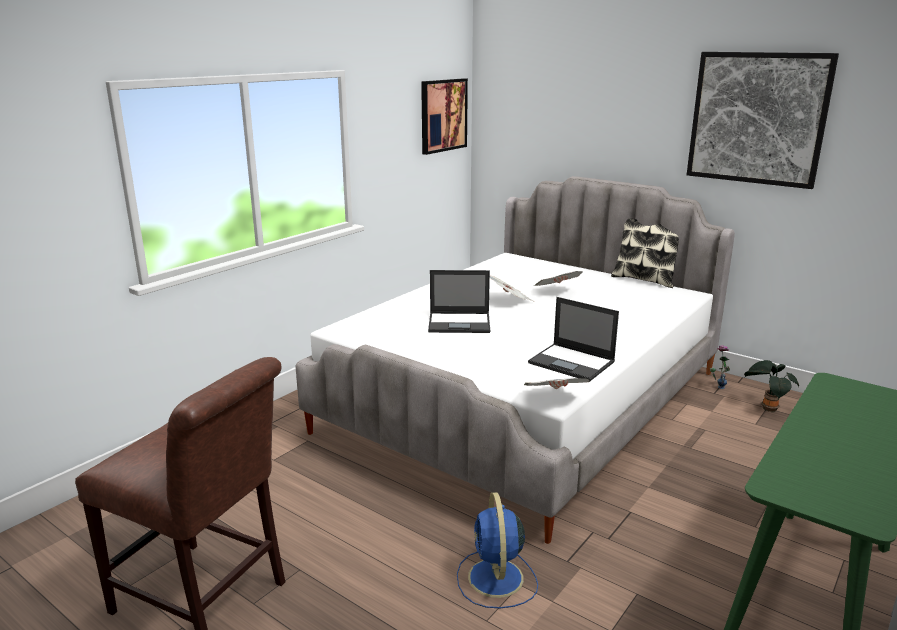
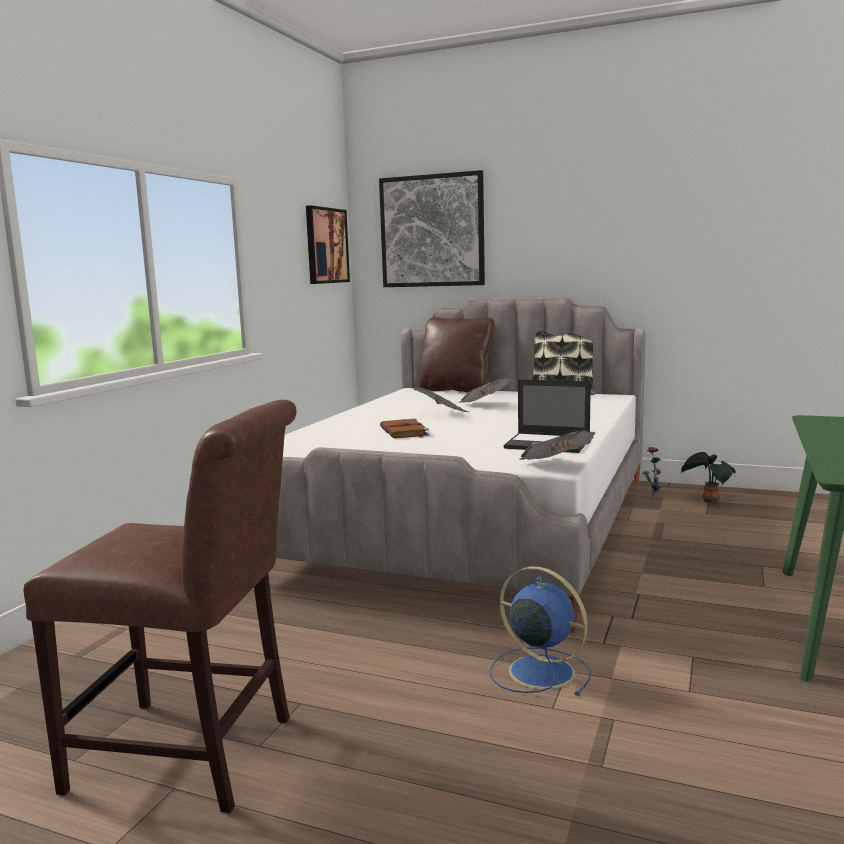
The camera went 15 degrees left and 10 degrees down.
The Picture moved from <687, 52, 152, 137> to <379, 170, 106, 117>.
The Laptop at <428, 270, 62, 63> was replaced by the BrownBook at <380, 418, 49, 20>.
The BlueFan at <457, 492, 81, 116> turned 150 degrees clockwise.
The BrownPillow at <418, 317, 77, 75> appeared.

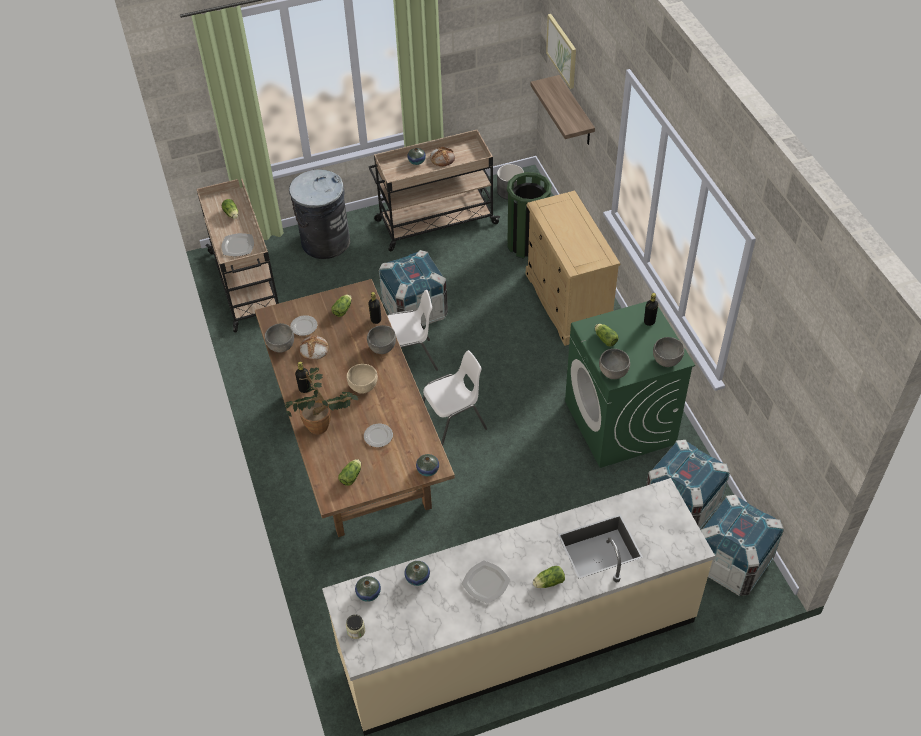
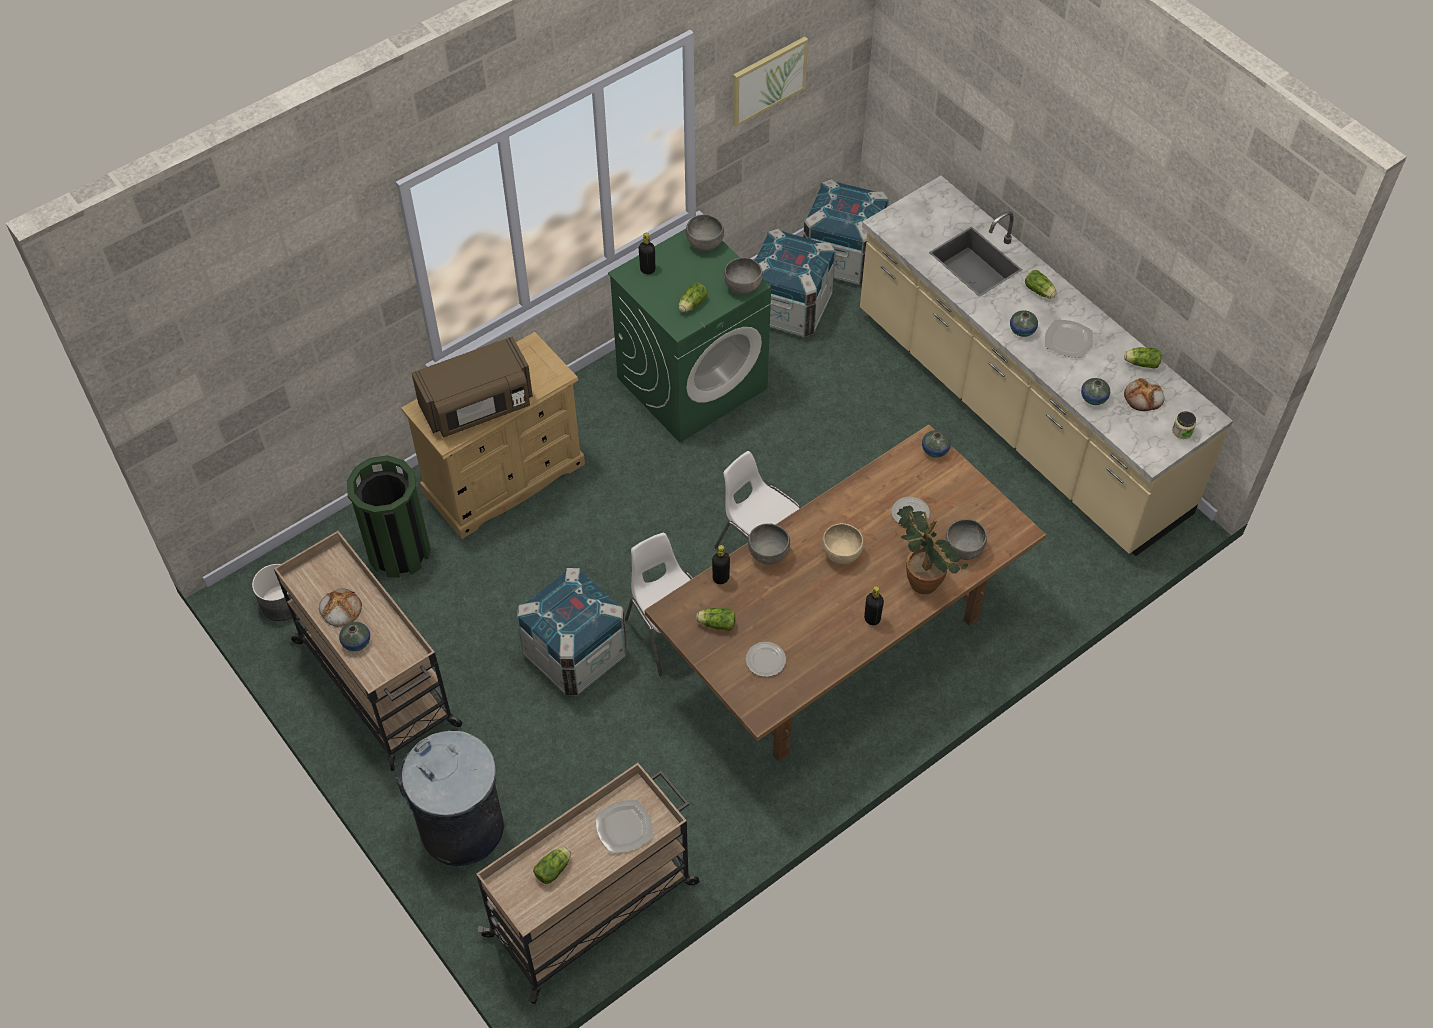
The camera went 110 degrees left and 5 degrees up.
The Picture moved from <546, 14, 30, 75> to <733, 36, 75, 91>.
The Shelf at <530, 75, 65, 70> disappeared.
The GreyBowl moved from <265, 323, 29, 30> to <946, 519, 41, 41>.
The Bread moved from <299, 335, 29, 25> to <1124, 378, 41, 33>.
The Lettuce moved from <338, 459, 23, 27> to <1124, 347, 37, 22>.
The Vase moved from <355, 576, 26, 26> to <1010, 310, 28, 27>.
The BrownMicrowave at <412, 336, 121, 101> appeared.

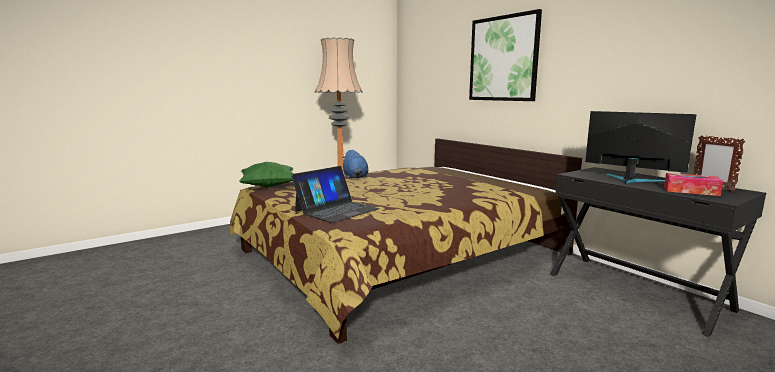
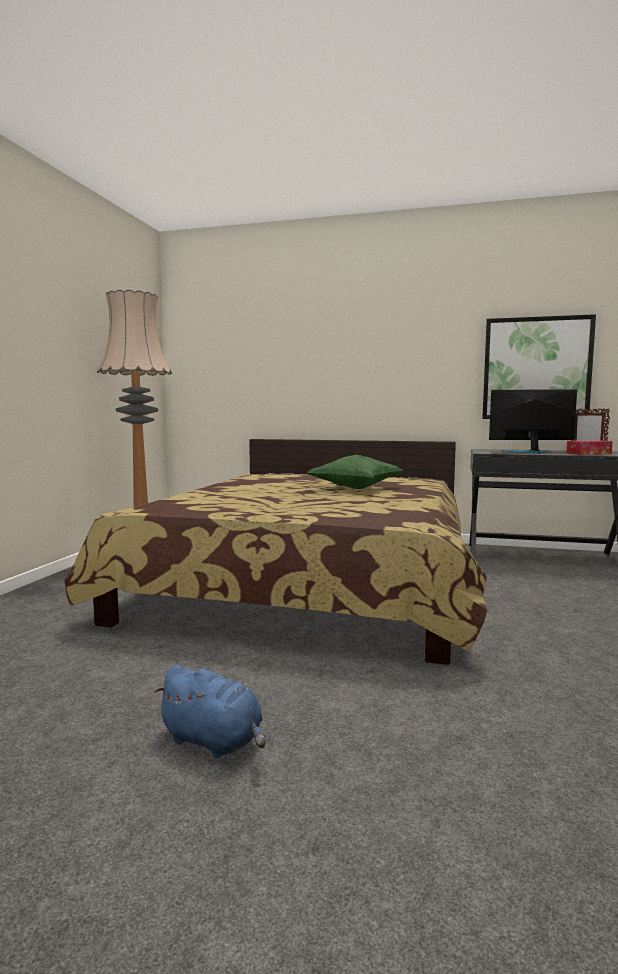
The camera went 40 degrees left and 5 degrees down.
The Picture moved from <469, 9, 73, 92> to <482, 314, 114, 105>.
The BluePlushToy moved from <342, 150, 26, 29> to <154, 665, 112, 93>.
The GreenPillow moved from <239, 162, 55, 26> to <307, 455, 97, 34>.
The Laptop at <291, 166, 88, 57> disappeared.

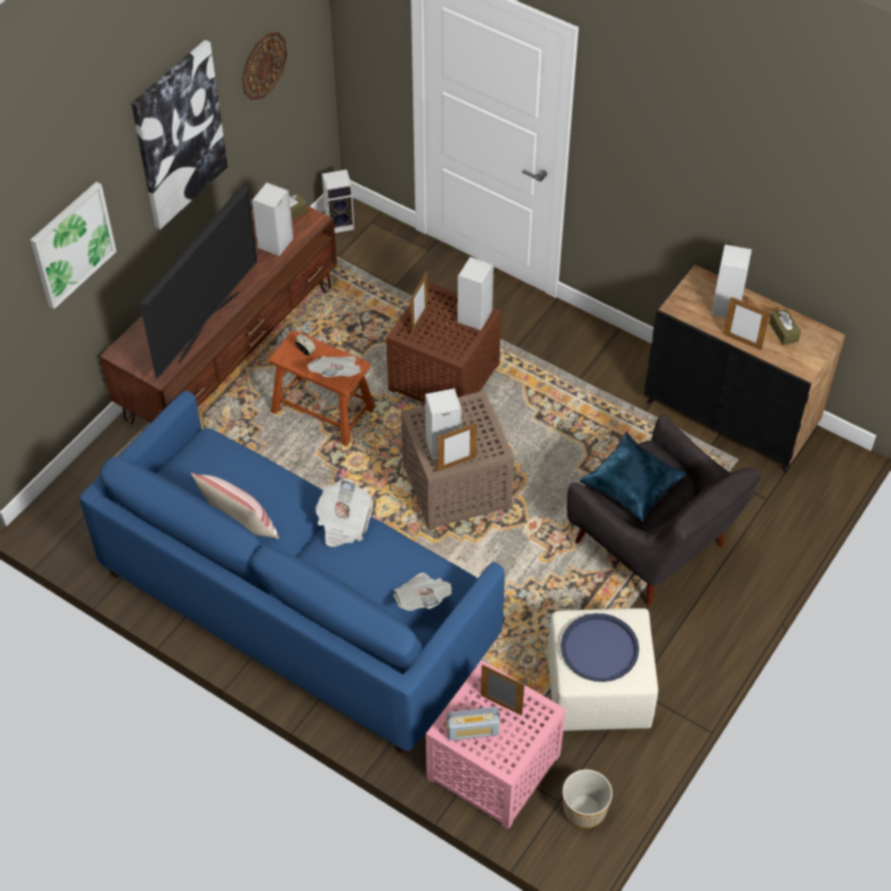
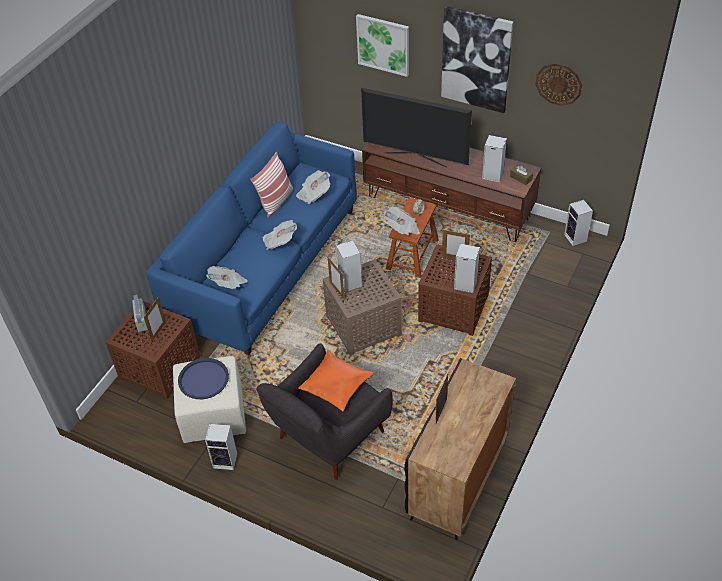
The camera went 85 degrees right and 5 degrees down.
The Speaker moved from <711, 244, 41, 73> to <205, 424, 32, 46>.
The BrownTissueBox at <769, 309, 32, 36> disappeared.
The BluePillow at <579, 433, 108, 89> became the OrangePillow at <298, 350, 76, 62>.
The PinkSideTable at <426, 660, 140, 169> became the BrownSideTable at <105, 301, 96, 98>.
The Planter at <562, 769, 51, 59> disappeared.
The Newspaper at <296, 170, 34, 34> appeared.

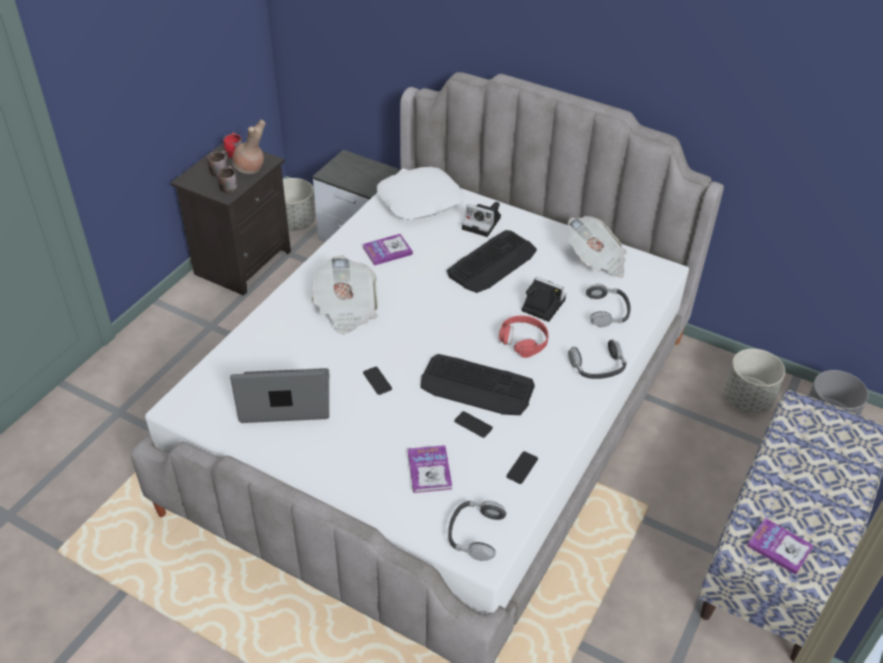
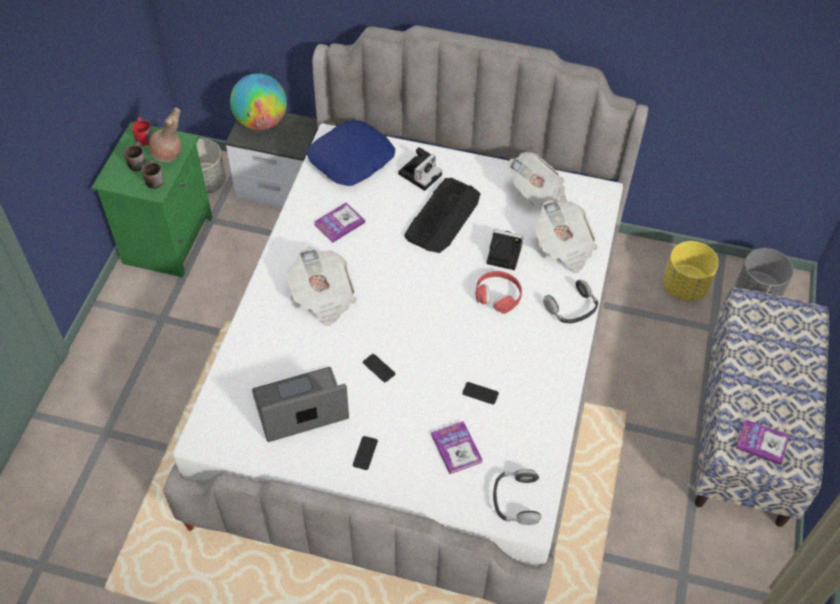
The camera went 15 degrees left and 10 degrees up.
The BlackNightstand at <170, 142, 121, 154> became the GreenNightstand at <91, 122, 121, 155>.
The WhitePillow at <377, 167, 87, 53> became the BluePillow at <306, 120, 89, 66>.
The PhotoCamera at <462, 202, 39, 35> turned 60 degrees counterclockwise.
The Headphones at <586, 283, 45, 44> was replaced by the Newspaper at <534, 199, 64, 74>.
The GreyPlanter at <724, 349, 61, 64> became the YellowPlanter at <663, 241, 56, 60>.
The Keyboard at <420, 354, 115, 61> disappeared.
The Phone moved from <506, 451, 32, 33> to <353, 436, 25, 34>.
The Globe at <230, 73, 57, 57> appeared.

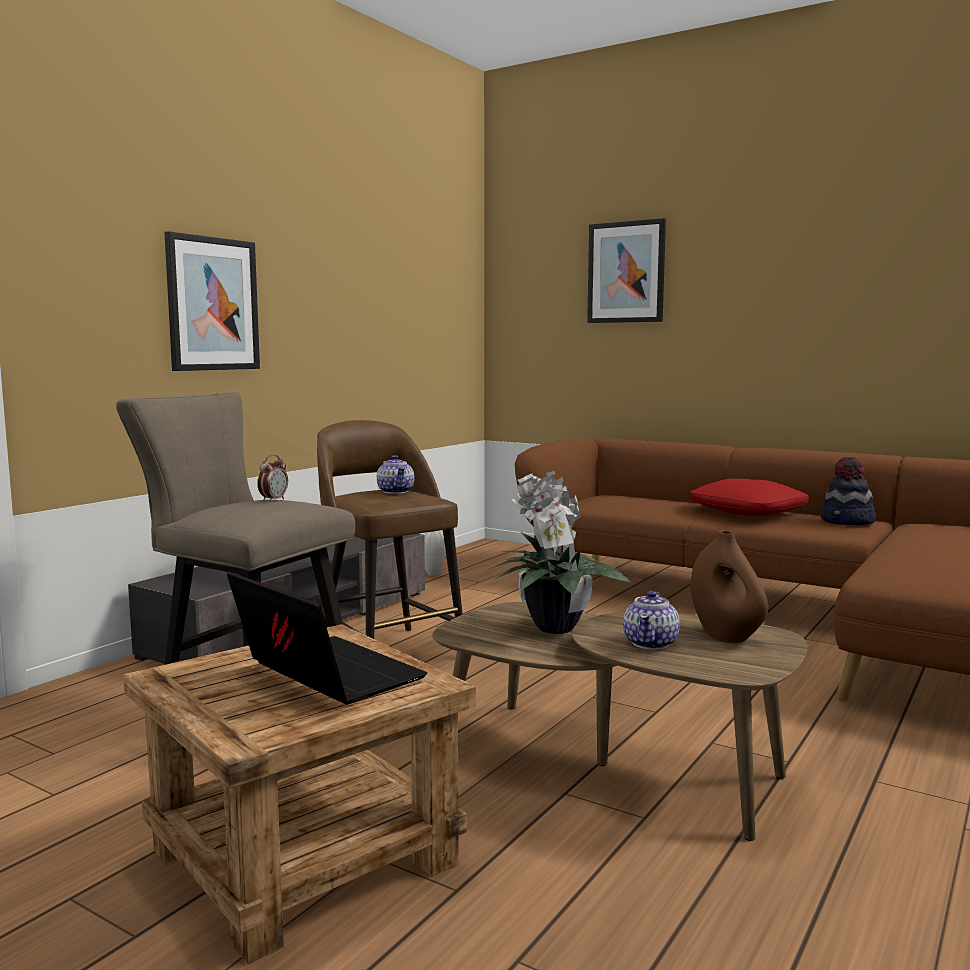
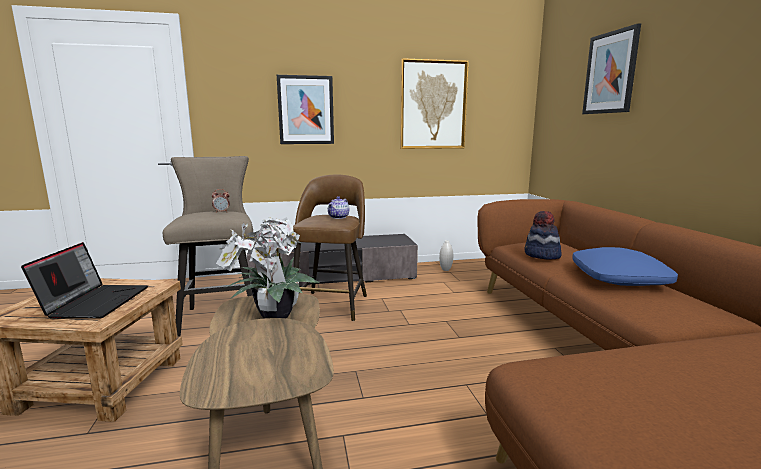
The camera went 45 degrees right and 5 degrees up.
The Hat moved from <821, 457, 55, 68> to <524, 211, 38, 48>.
The RedPillow at <691, 478, 118, 38> became the BluePillow at <572, 247, 106, 39>.
The BrownVase at <691, 530, 77, 113> disappeared.
The Teapot at <623, 591, 57, 59> disappeared.
The Picture at <400, 58, 69, 91> appeared.

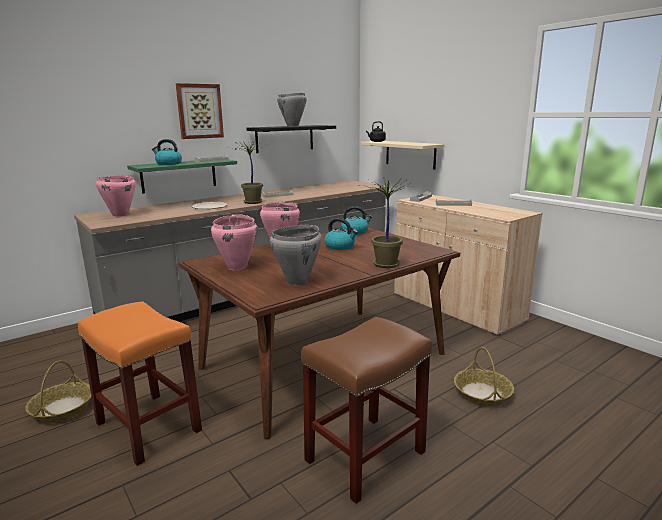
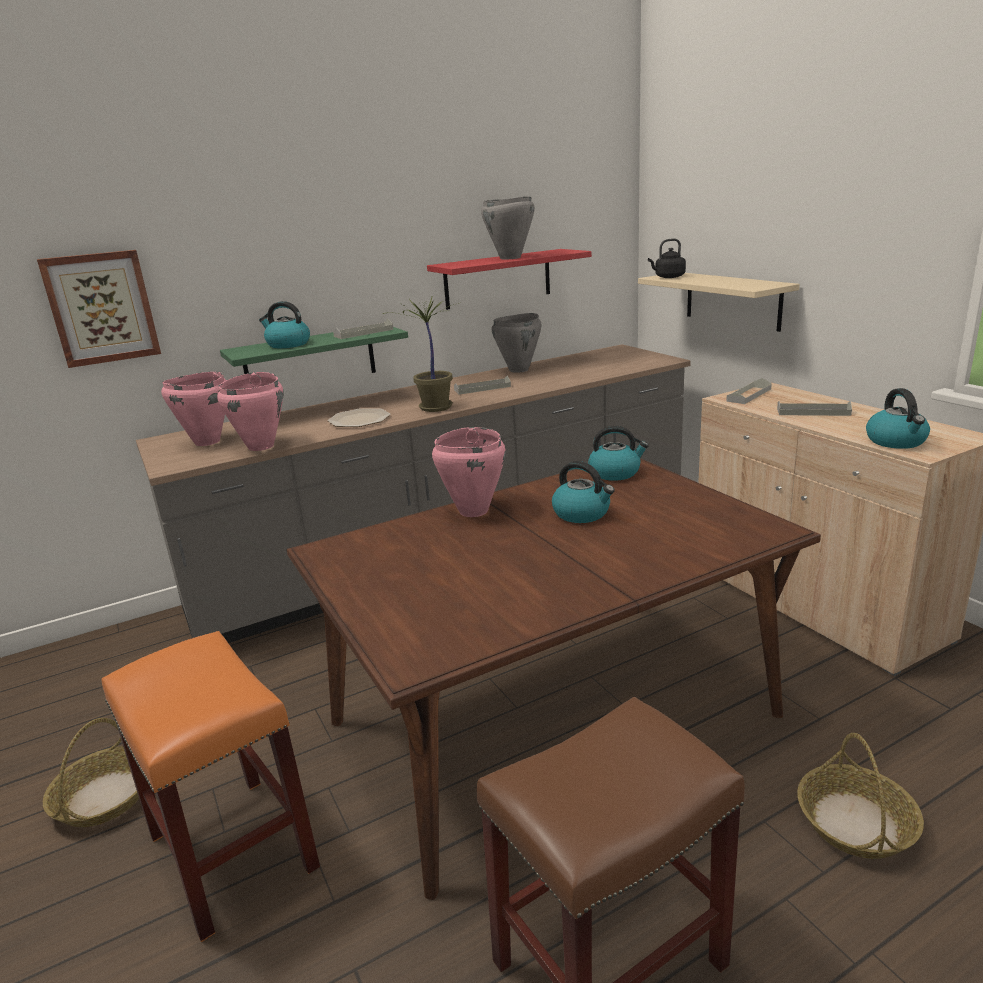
The camera went 10 degrees right and 5 degrees up.
The Picture moved from <176, 83, 48, 56> to <37, 250, 124, 118>.
The BlackShelf at <246, 125, 90, 28> became the RedShelf at <427, 249, 165, 61>.
The PottedPlant at <358, 178, 54, 90> disappeared.
The PinkCookingPot moved from <211, 214, 47, 56> to <217, 372, 66, 79>.
The GreyCookingPot moved from <270, 225, 52, 61> to <491, 313, 50, 60>.
The Kettle at <866, 388, 64, 61> appeared.

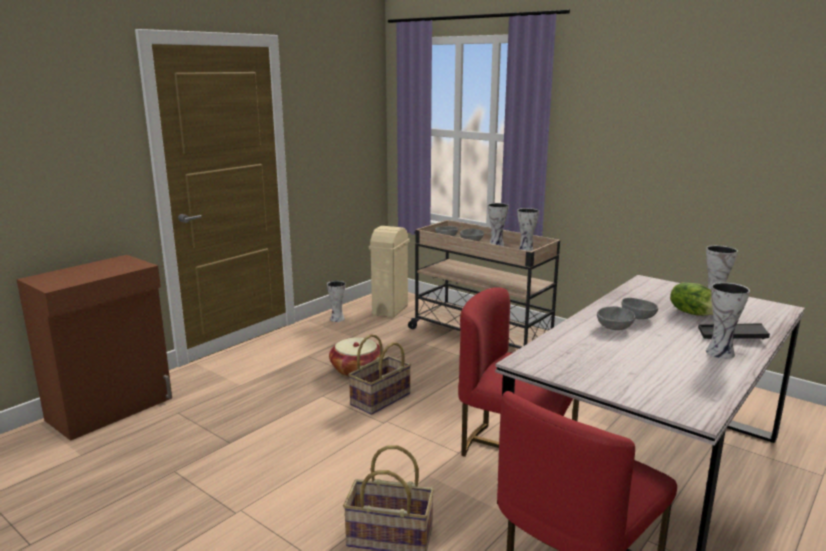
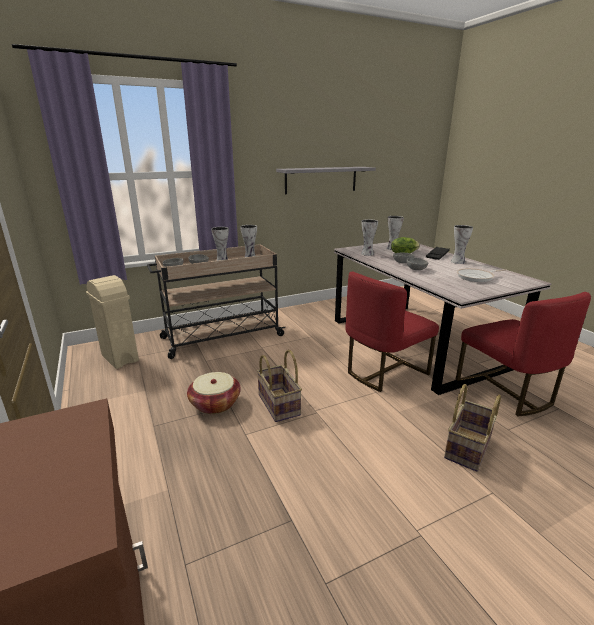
The camera went 65 degrees left and 5 degrees up.
The Vase moved from <327, 281, 19, 41> to <361, 219, 17, 37>.
The GreyShelf at <276, 167, 100, 27> appeared.
The FryingPan at <457, 268, 50, 14> appeared.

